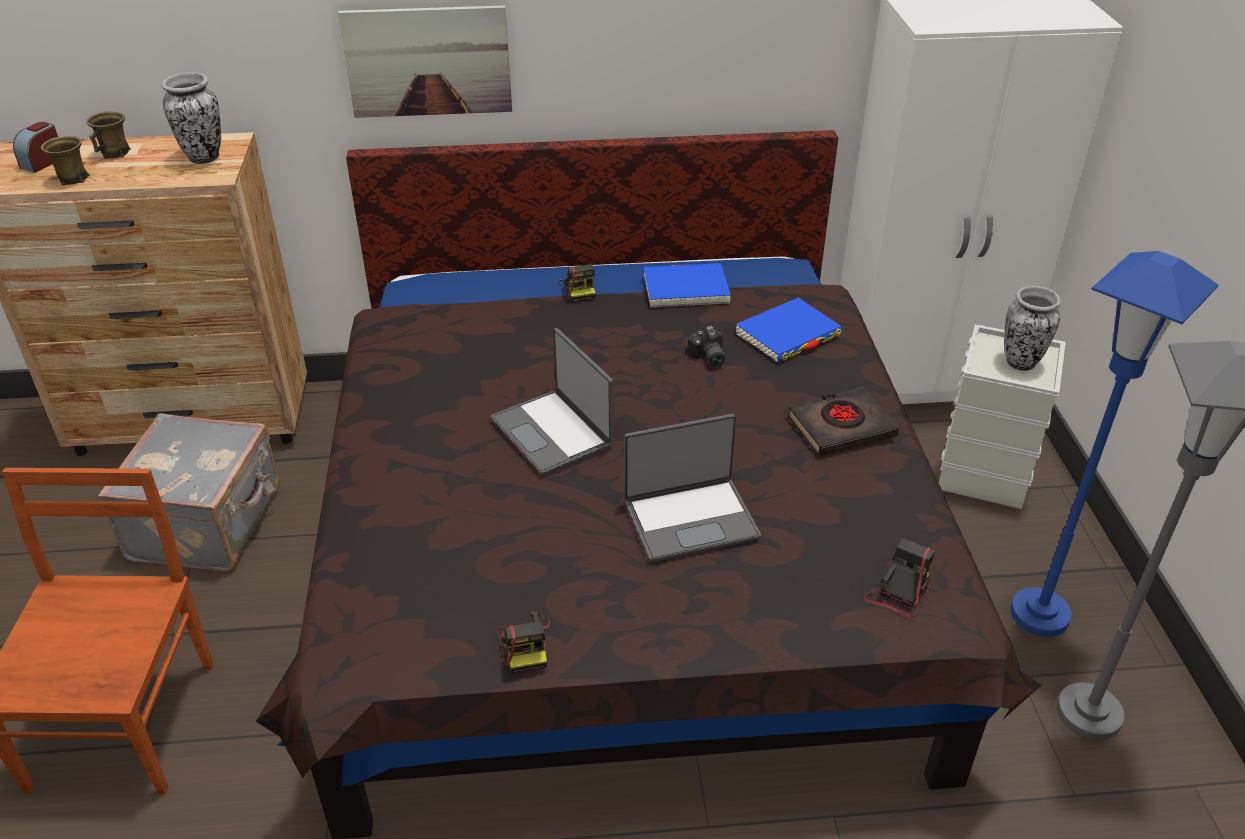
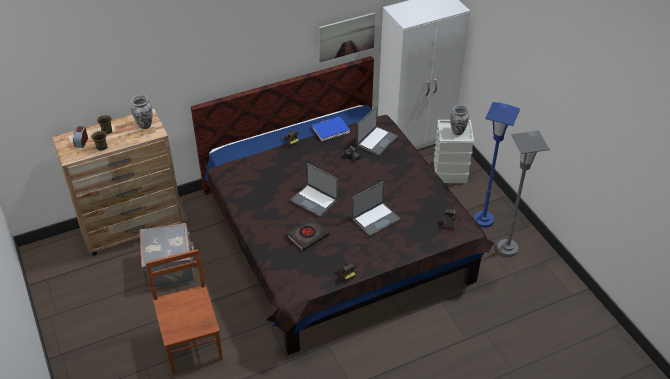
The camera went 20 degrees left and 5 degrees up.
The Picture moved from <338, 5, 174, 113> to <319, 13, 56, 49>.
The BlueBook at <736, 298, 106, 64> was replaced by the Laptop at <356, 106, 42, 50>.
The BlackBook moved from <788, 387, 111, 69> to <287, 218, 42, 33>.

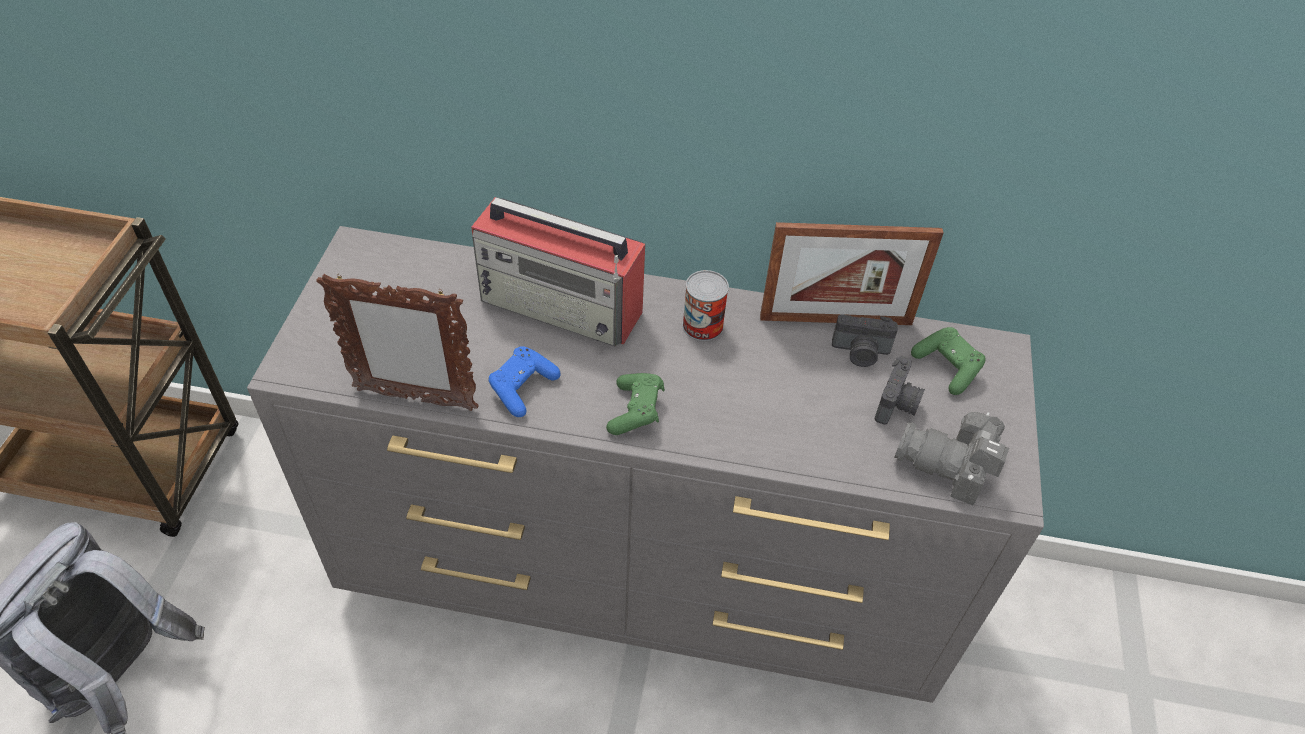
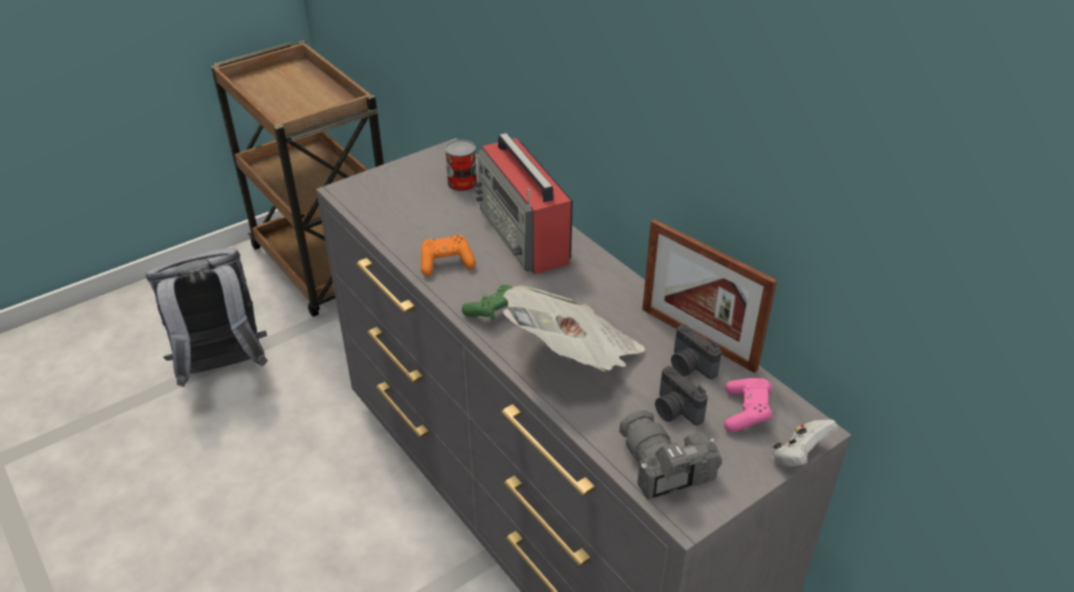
The camera went 45 degrees right and 10 degrees down.
The Can moved from <682, 270, 47, 71> to <445, 140, 32, 52>.
The PictureFrame at <316, 274, 163, 137> disappeared.
The GreenGameController at <911, 327, 74, 68> became the PinkGameController at <724, 378, 48, 54>.
The BlueGameController at <489, 346, 71, 71> became the OrangeGameController at <421, 235, 55, 41>.
The PhotoCamera at <874, 356, 51, 69> turned 75 degrees clockwise.
The Newspaper at <502, 285, 143, 87> appeared.
The WhiteGameController at <772, 419, 66, 48> appeared.

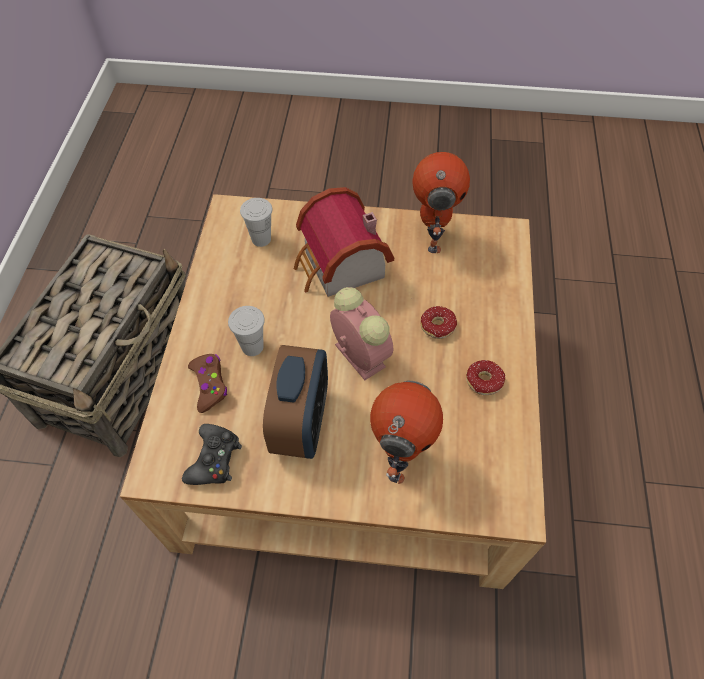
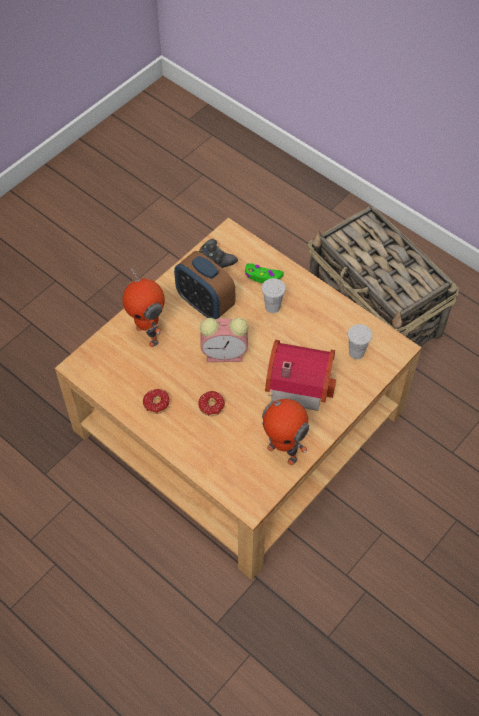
The camera went 125 degrees right and 0 degrees up.
The BrownGameController at <188, 354, 39, 59> became the GreenGameController at <245, 263, 39, 20>.

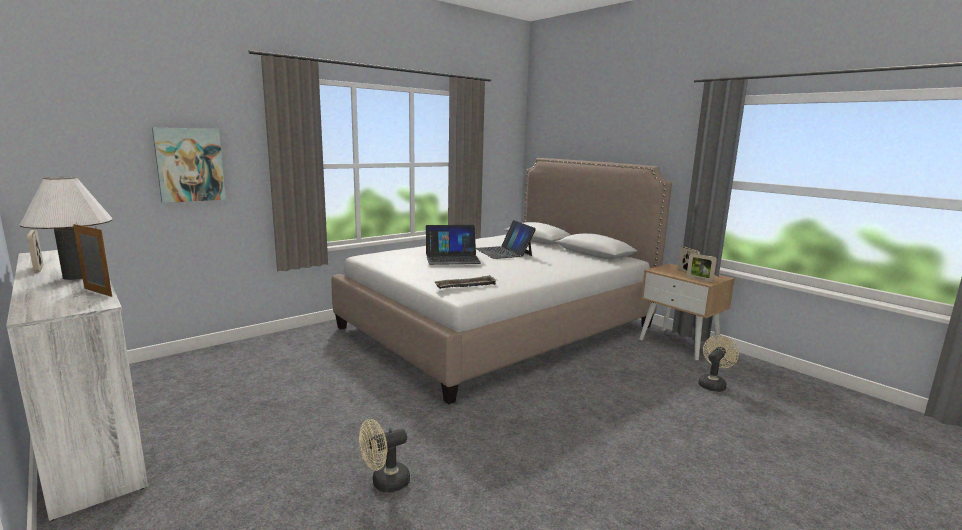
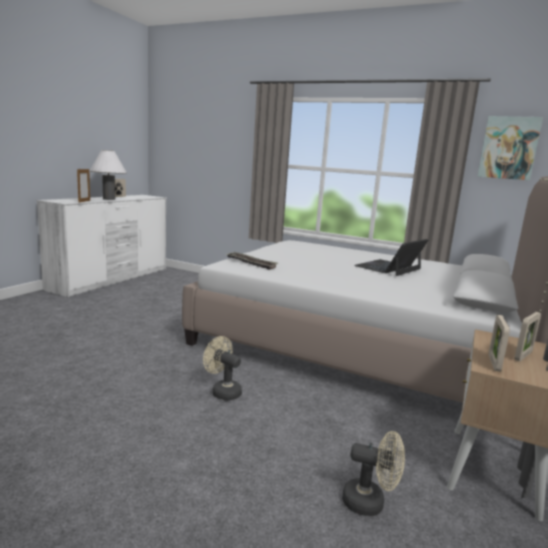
The camera went 65 degrees right and 0 degrees up.
The Picture moved from <152, 127, 74, 76> to <478, 116, 65, 64>.
The Laptop at <426, 225, 55, 40> disappeared.
The BeigeFan moved from <359, 419, 51, 73> to <203, 336, 39, 64>.

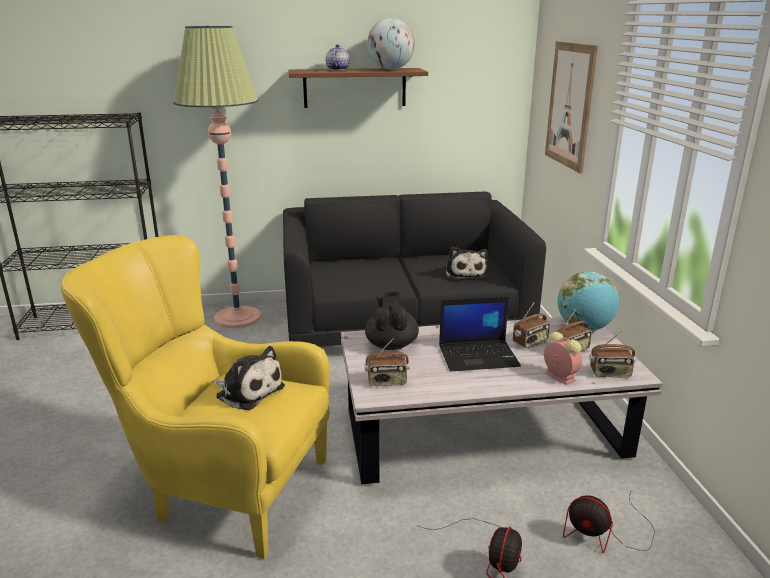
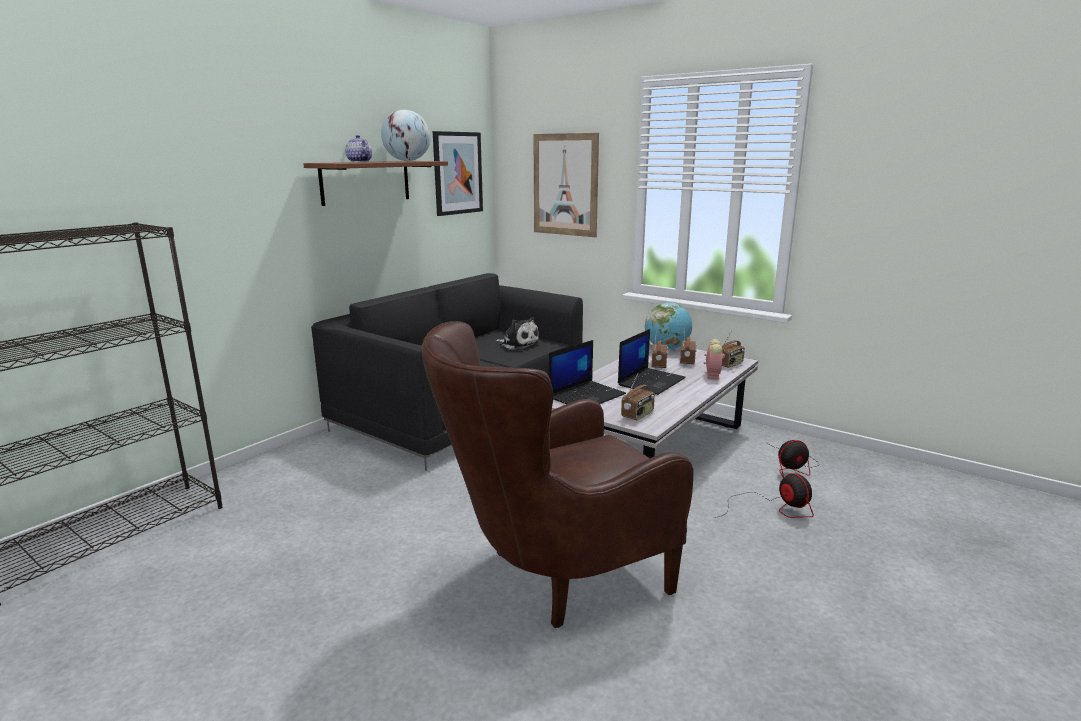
The camera went 45 degrees left and 5 degrees down.
The FloorLamp at <173, 25, 88, 303> disappeared.
The YellowArmchair at <61, 235, 269, 324> became the BrownArmchair at <421, 321, 272, 307>.
The BlackTeapot at <365, 292, 54, 58> was replaced by the Laptop at <549, 340, 77, 64>.
The AlarmClock at <544, 332, 38, 53> turned 90 degrees clockwise.
The PlushToy at <212, 346, 73, 64> disappeared.
The Picture at <433, 131, 50, 85> appeared.

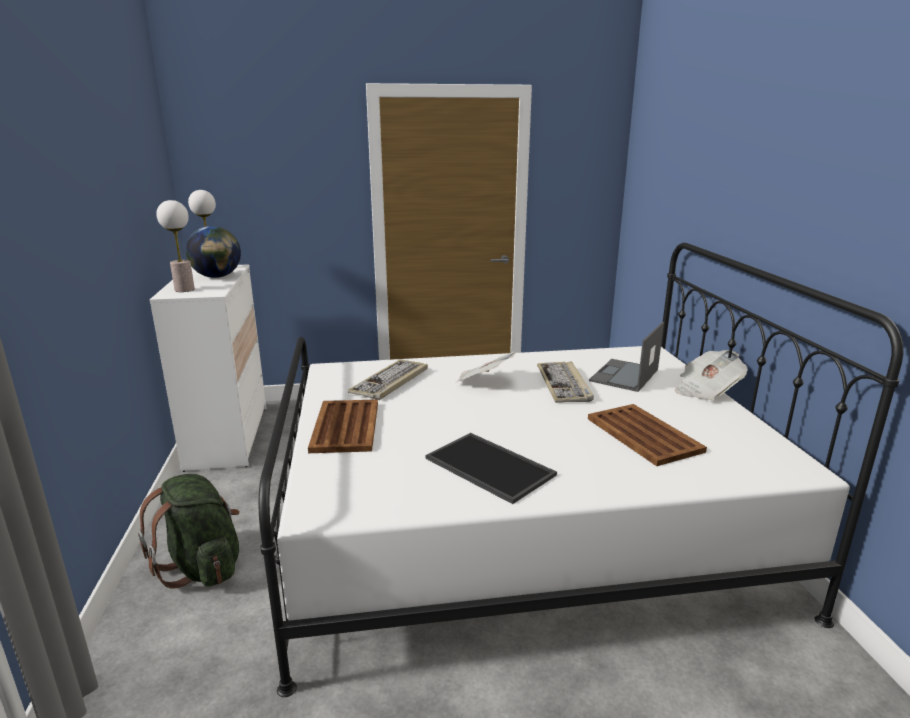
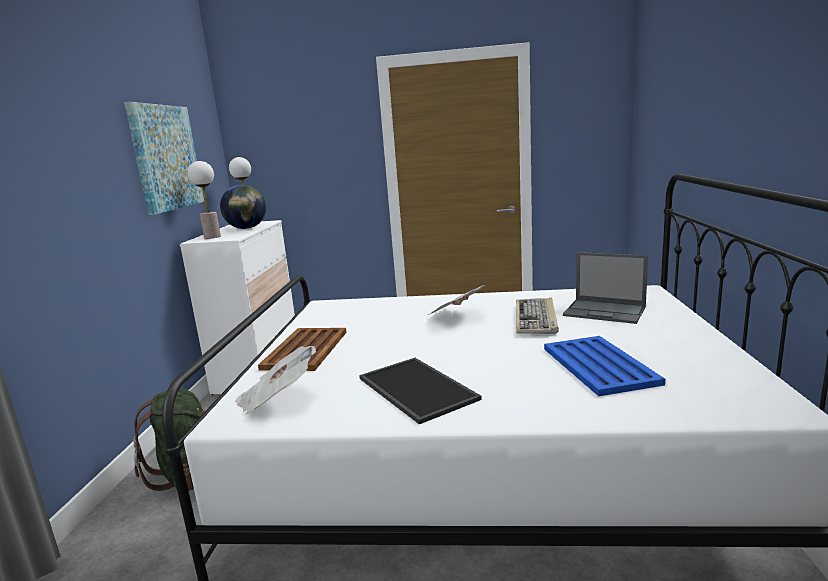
The camera went 15 degrees right and 5 degrees down.
The Laptop at <589, 322, 75, 70> turned 105 degrees counterclockwise.
The Newspaper moved from <675, 350, 72, 50> to <235, 346, 81, 68>.
The Keyboard at <348, 360, 80, 40> disappeared.
The BrownTray at <588, 404, 119, 62> became the BlueTray at <544, 336, 121, 60>.
The Picture at <124, 102, 80, 113> appeared.

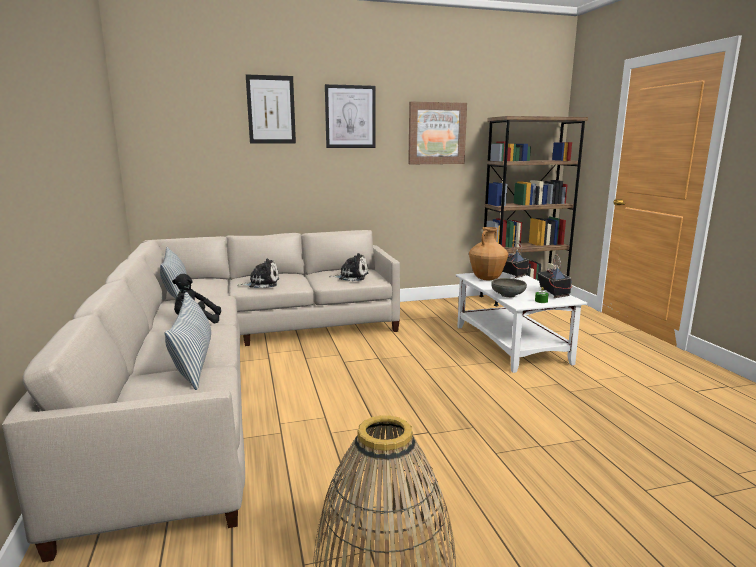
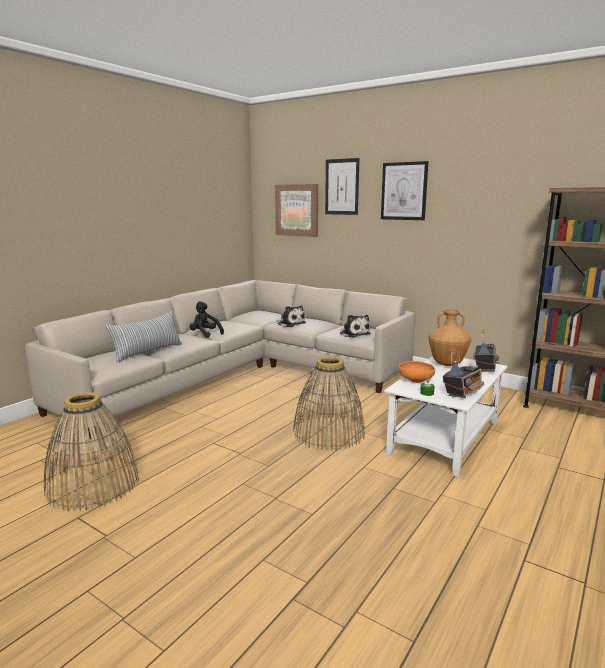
The camera went 50 degrees right and 0 degrees up.
The Picture moved from <408, 102, 59, 62> to <275, 184, 43, 53>.
The Pillow at <160, 247, 27, 51> disappeared.
The GreyBowl at <491, 278, 36, 19> became the OrangeBowl at <399, 361, 36, 22>.
The Basket at <293, 357, 72, 93> appeared.

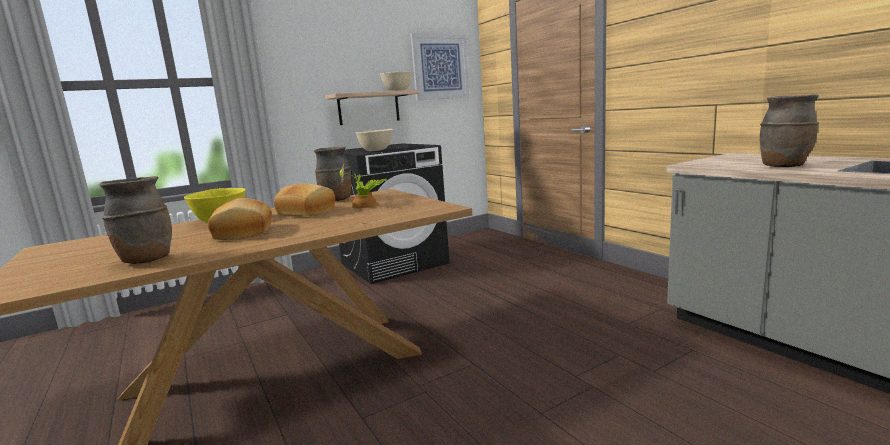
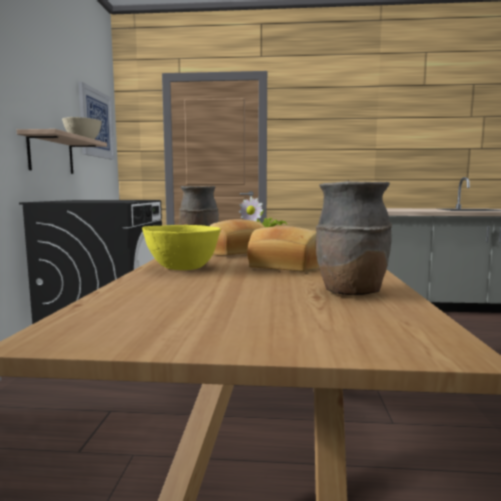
The camera went 55 degrees left and 5 degrees down.
The BrownVase at <760, 95, 59, 72> disappeared.
The BeigeBowl at <356, 129, 37, 22> disappeared.

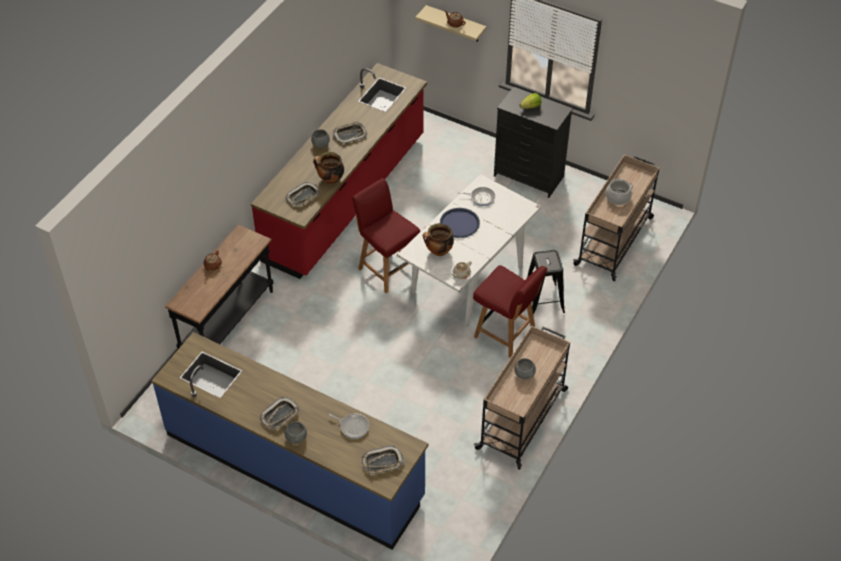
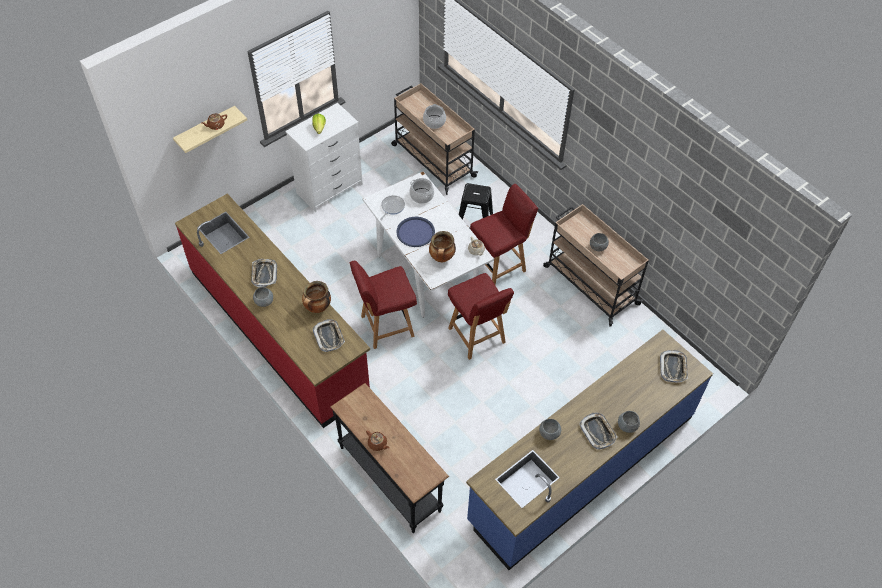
The camera went 70 degrees left and 5 degrees up.
The BlackDresser at <494, 87, 79, 111> became the WhiteDresser at <286, 103, 77, 109>.
The FryingPan at <329, 414, 40, 25> disappeared.
The CookingPot at <409, 178, 25, 26> appeared.
The RedChair at <448, 273, 66, 87> appeared.
The GreyBowl at <539, 419, 22, 21> appeared.

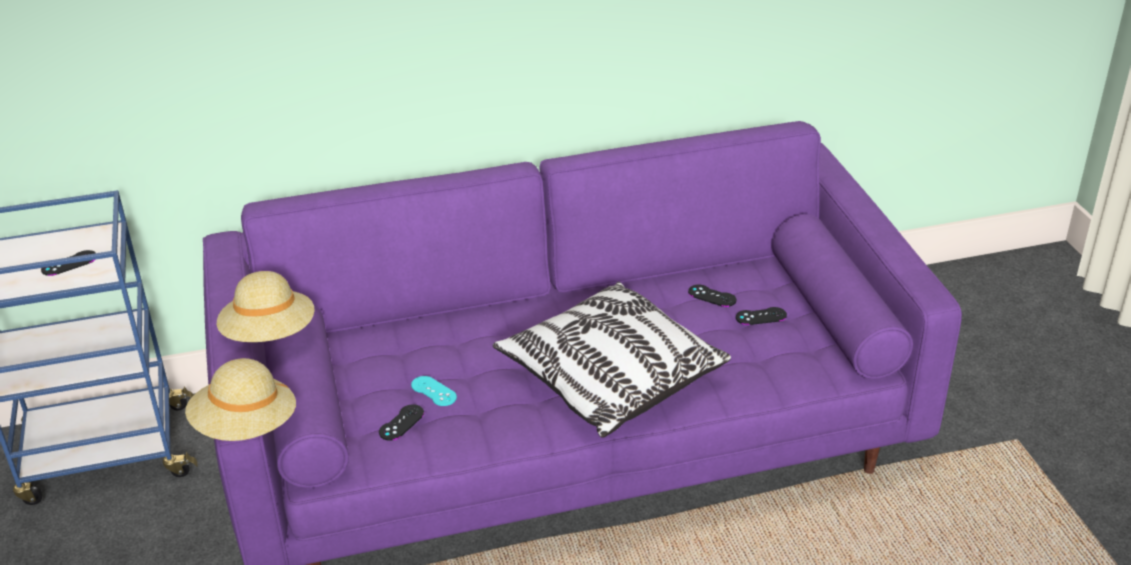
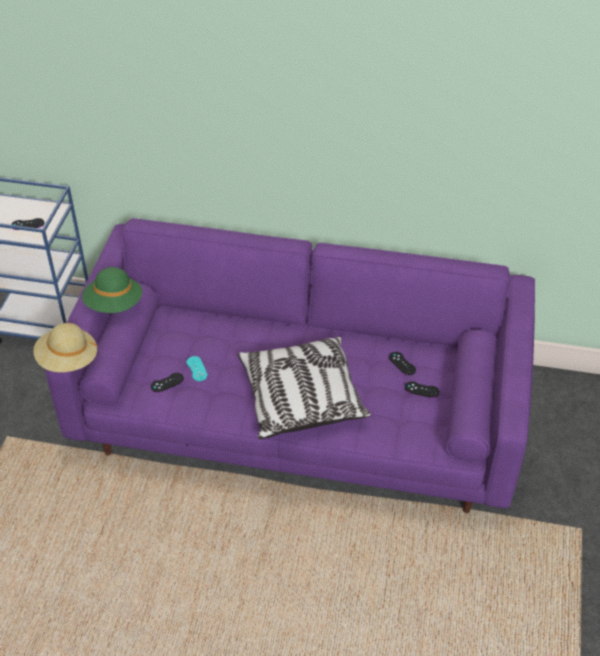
The camera went 25 degrees right and 10 degrees up.
The BeigeHat at <217, 271, 98, 71> became the GreenHat at <82, 267, 60, 46>.

